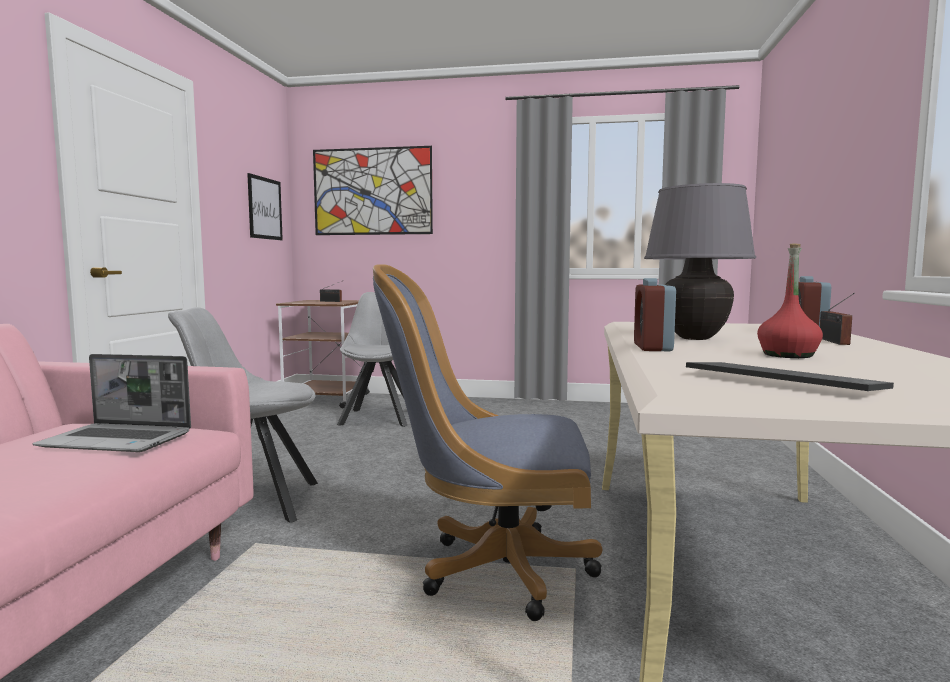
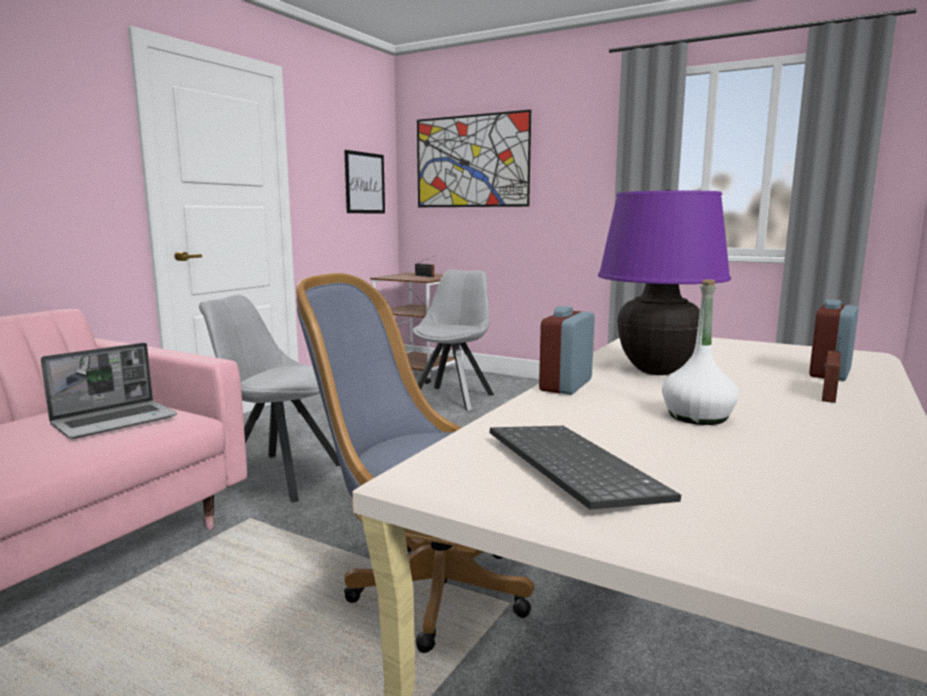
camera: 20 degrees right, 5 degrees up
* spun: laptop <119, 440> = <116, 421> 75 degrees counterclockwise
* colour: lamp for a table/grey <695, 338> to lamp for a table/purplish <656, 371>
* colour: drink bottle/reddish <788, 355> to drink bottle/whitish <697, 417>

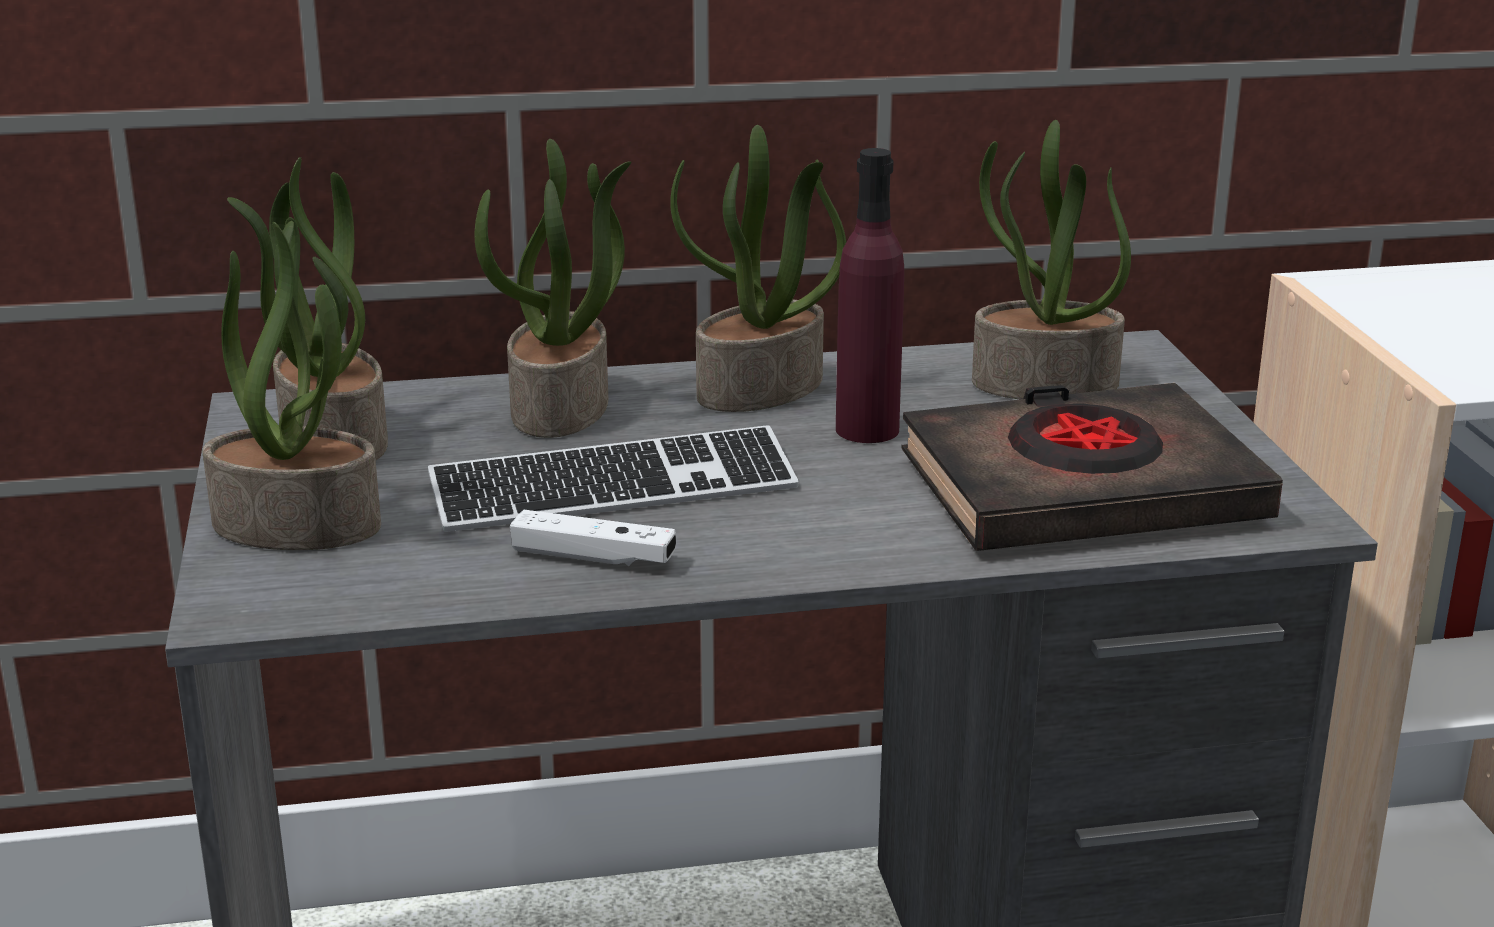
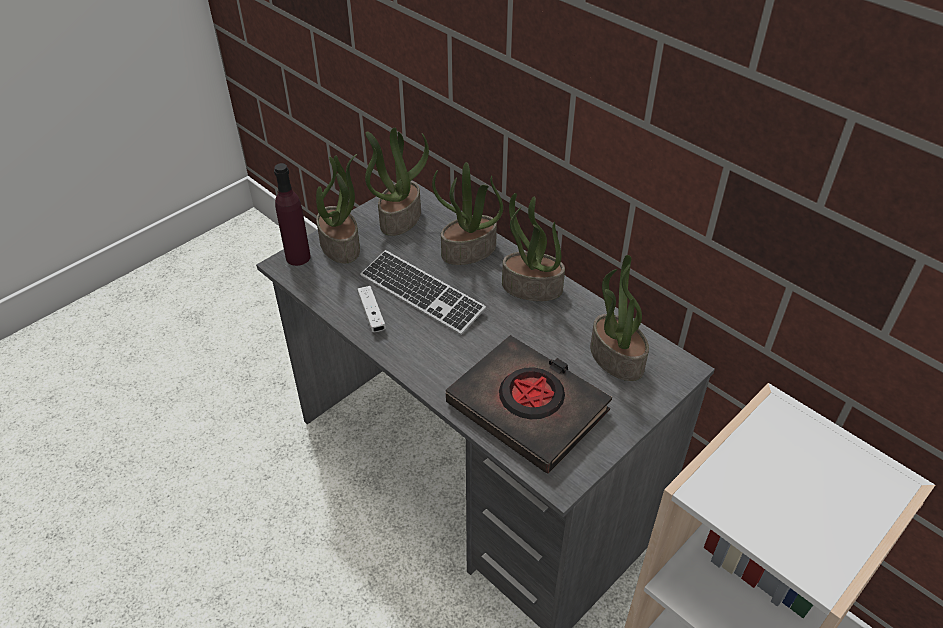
camera: 55 degrees right, 20 degrees up
* relocated: drink bottle/purplish <867, 429> to <298, 257>

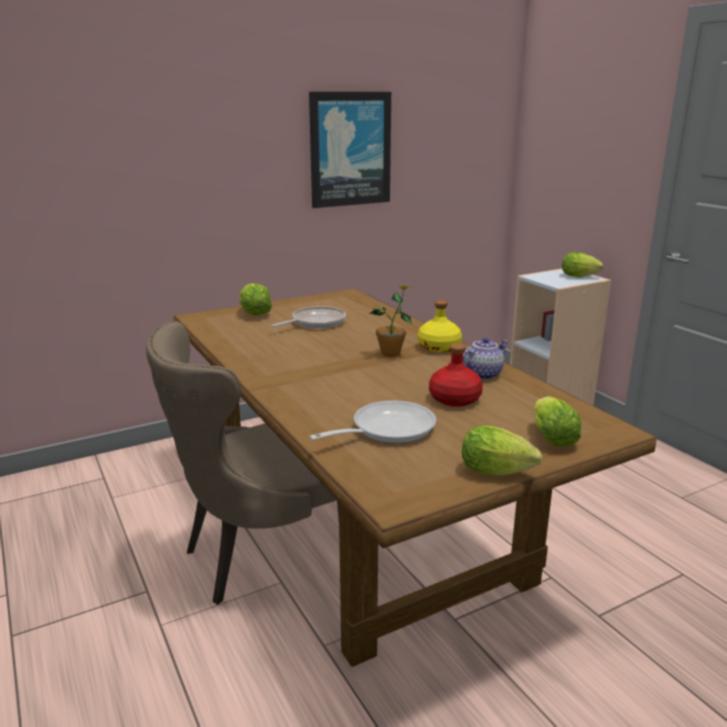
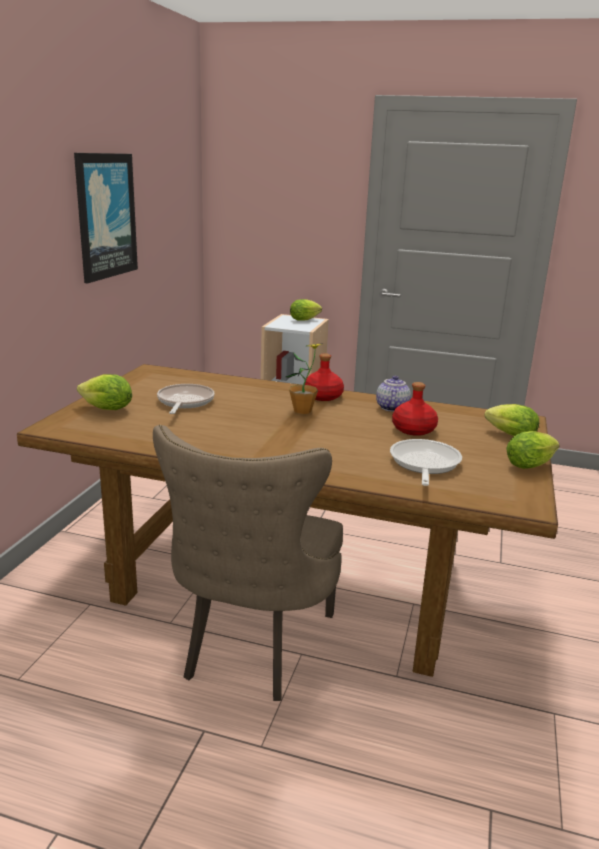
camera: 45 degrees left, 0 degrees up
* colour: drink bottle/yellow <438, 347> to drink bottle/reddish <323, 396>

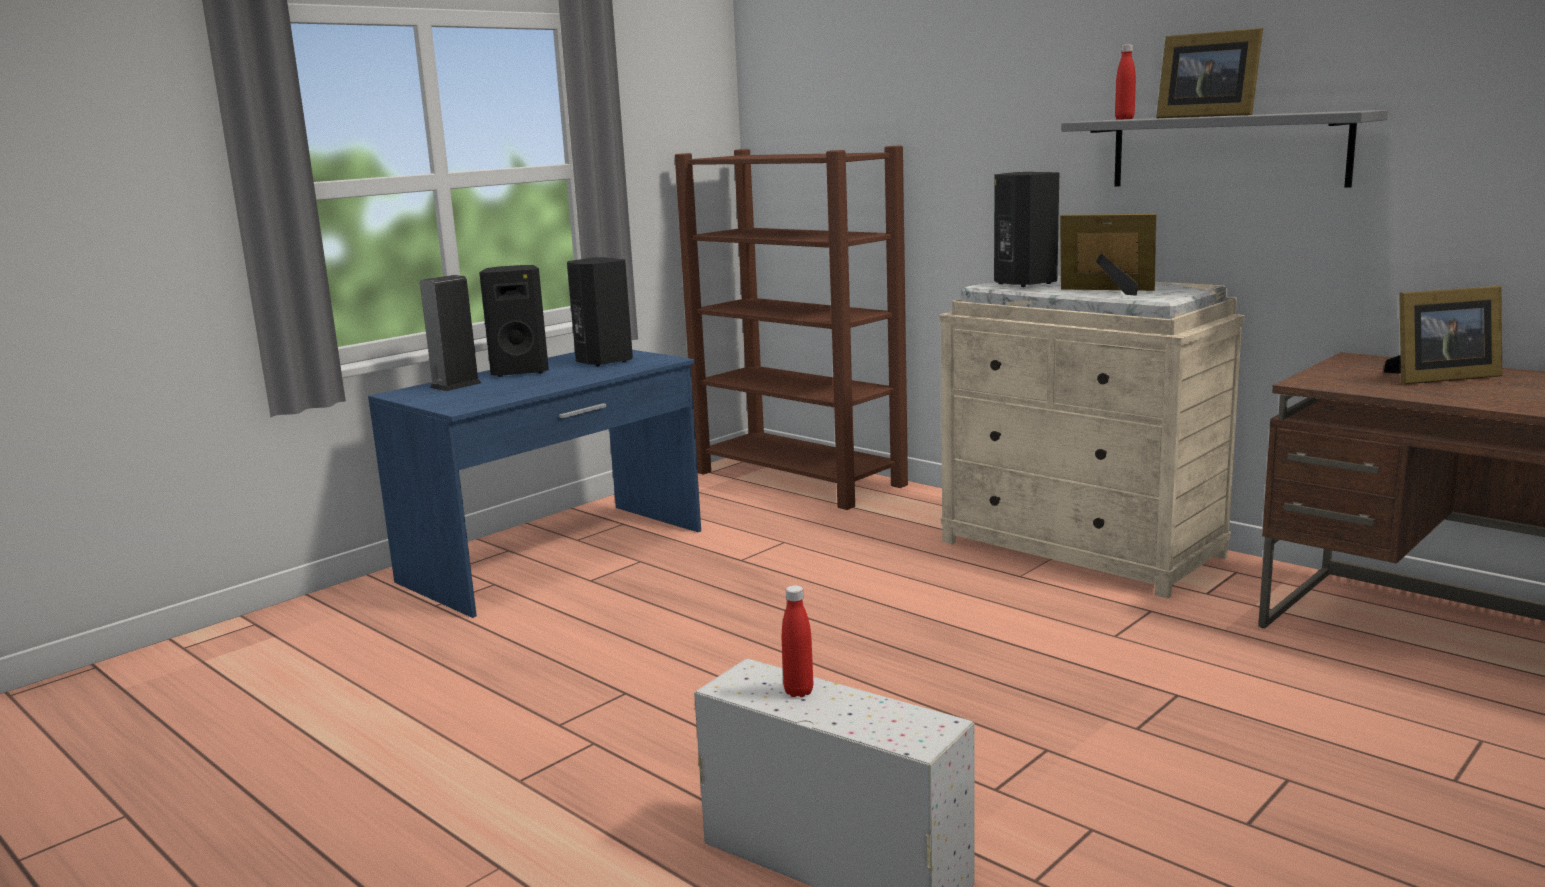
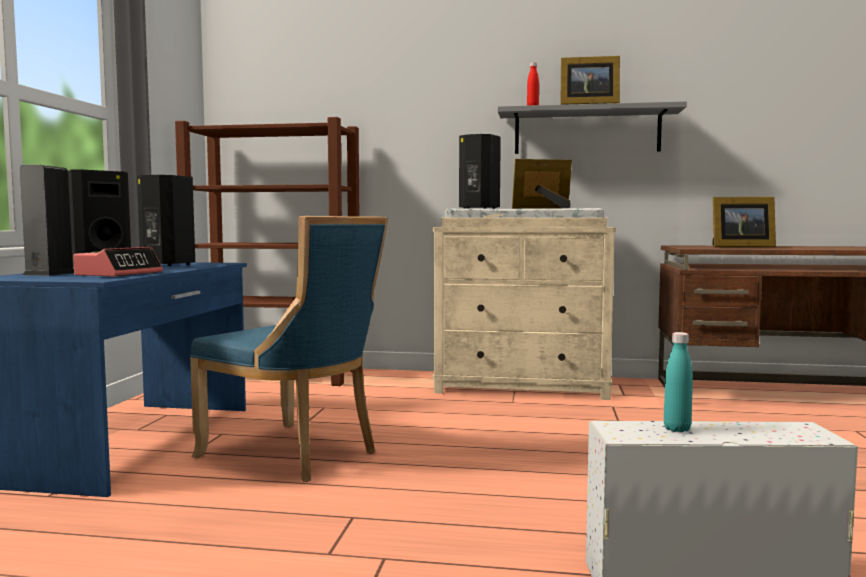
camera: 35 degrees left, 10 degrees down
* appeared: alarm clock <119, 274>
* appeared: plain chair/blue <295, 454>
* colour: drink bottle/reddish <798, 692> to drink bottle/turquoise-coloured <677, 429>
* spun: photo frame <1438, 378> = <739, 246> 45 degrees clockwise

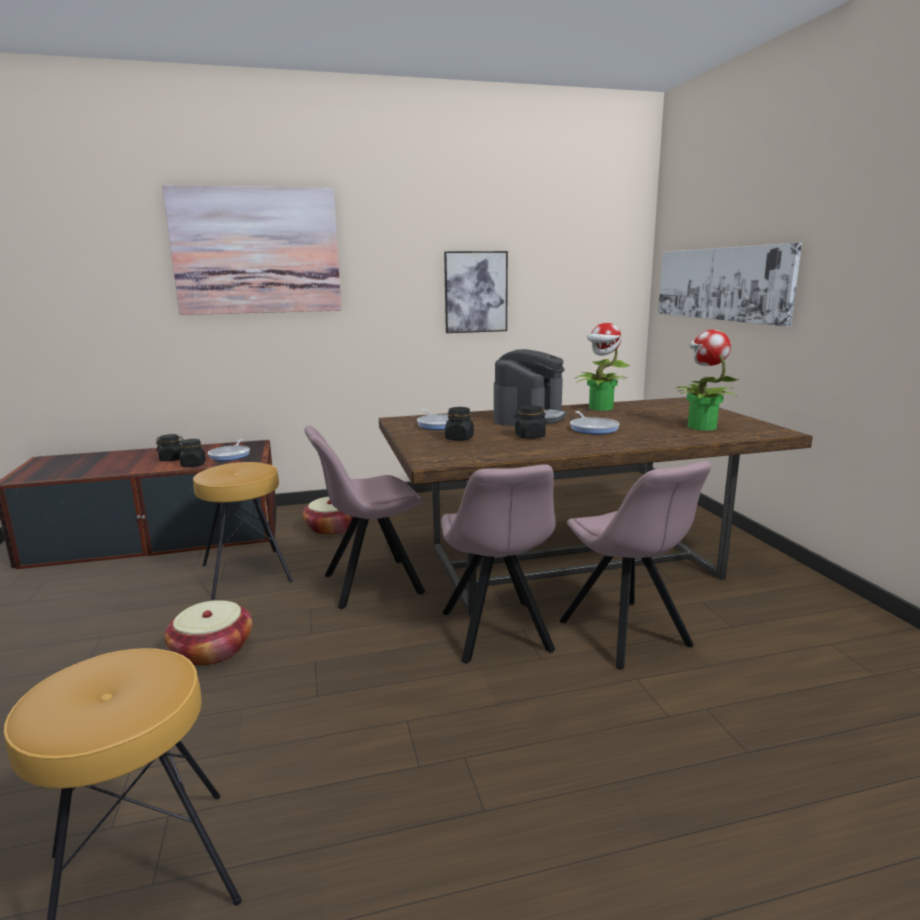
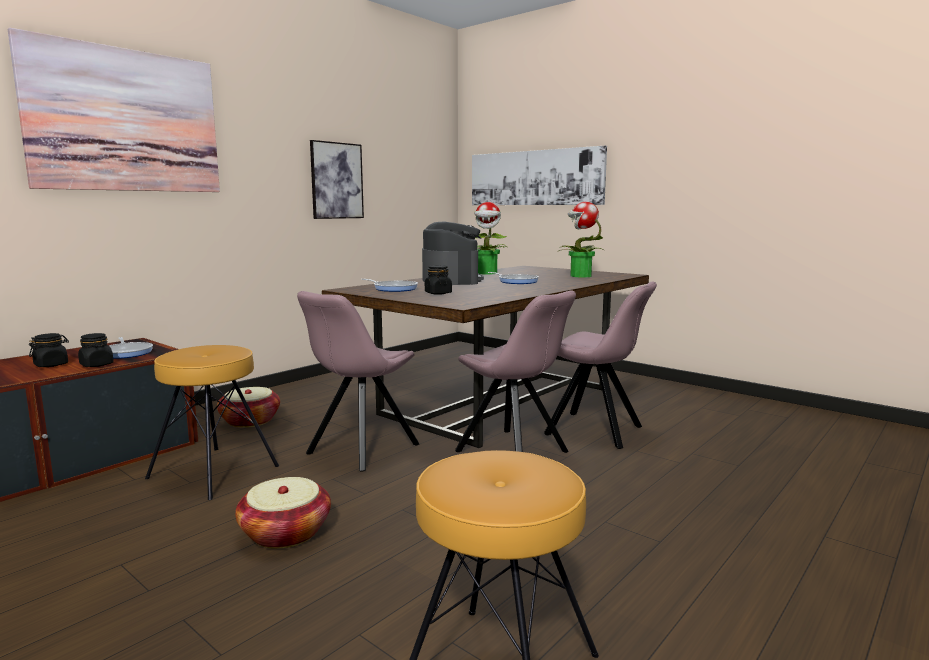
camera: 35 degrees left, 5 degrees down
* missing: storage jar/blackish <529, 436>

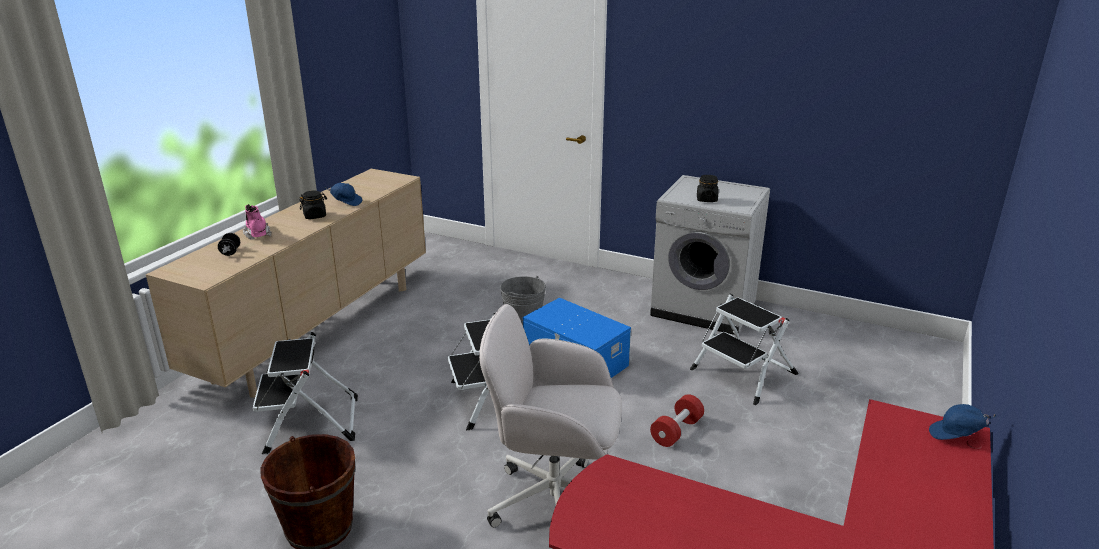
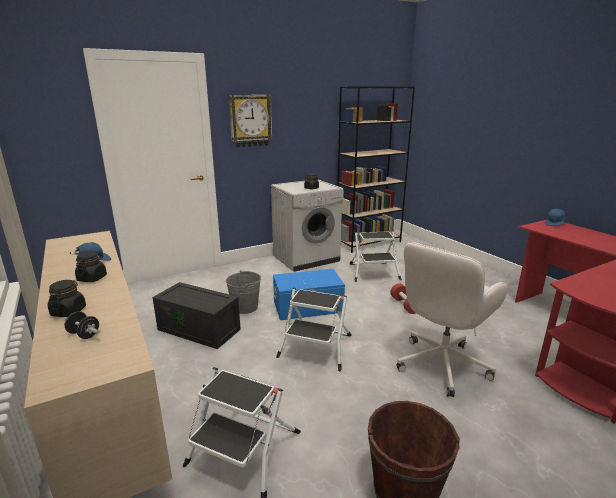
camera: 55 degrees left, 5 degrees down
* exchanged: high-top boot/pink <257, 233> to storage jar/blackish <68, 311>
* appeared: storage bin/blackish <200, 329>
* appeared: wall clock <250, 121>
* appeared: shelving unit/beige <368, 242>

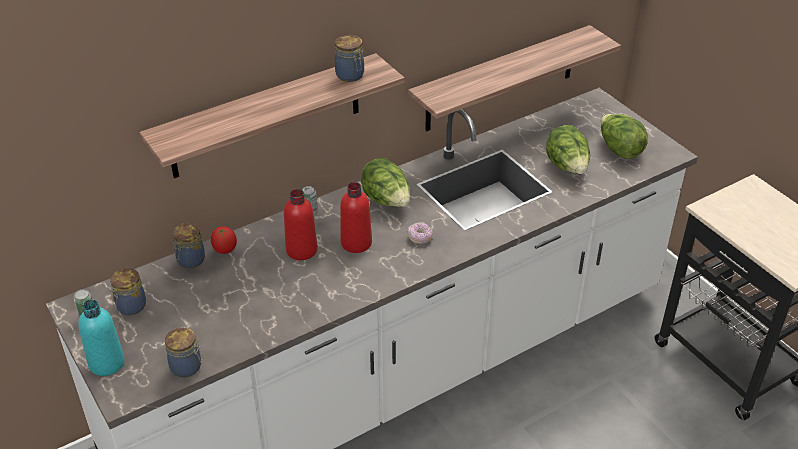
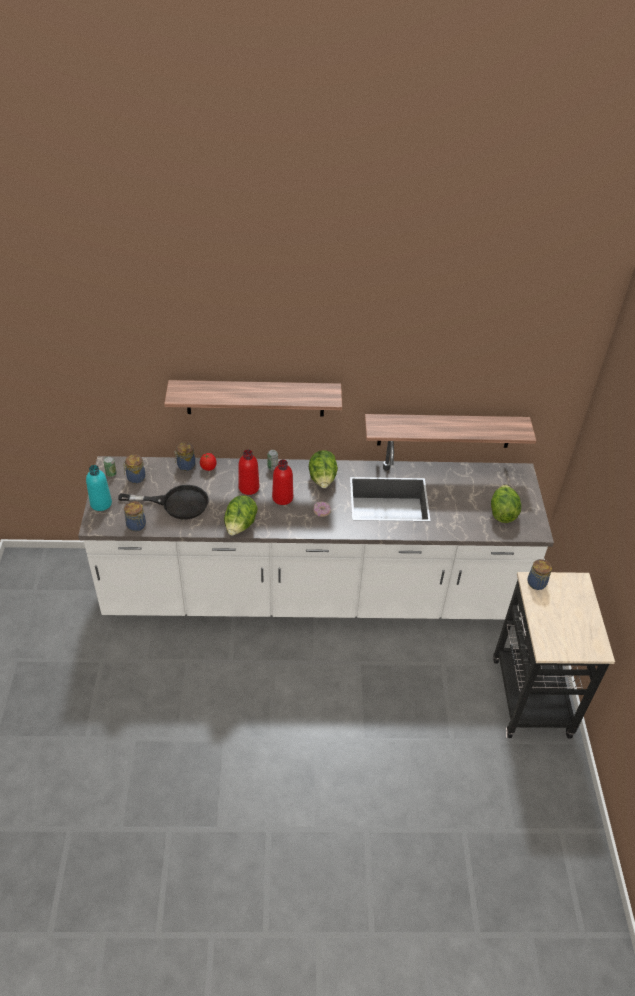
camera: 30 degrees right, 5 degrees up
* appeared: pan/blackish <176, 503>
* relocated: head of lettuce <567, 167> to <240, 526>
* relocated: storage jar <350, 76> to <536, 584>

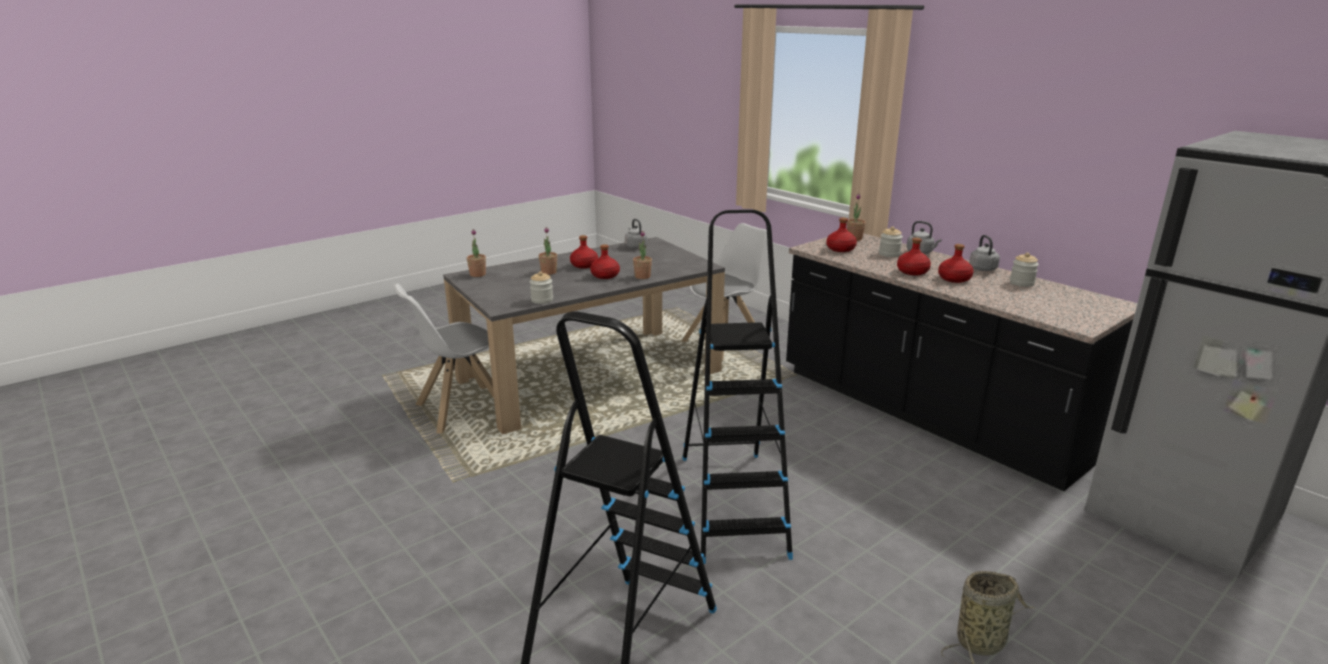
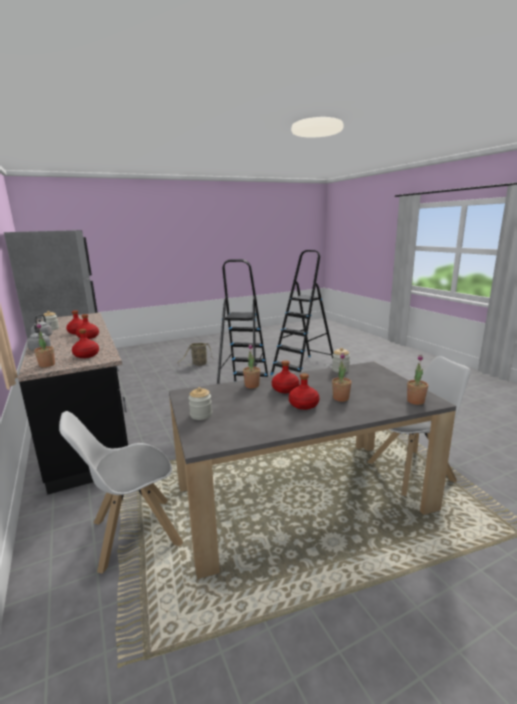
camera: 165 degrees left, 5 degrees down
* relocated: storage jar <889, 254> to <201, 415>
* missing: kettle/grey <635, 246>

